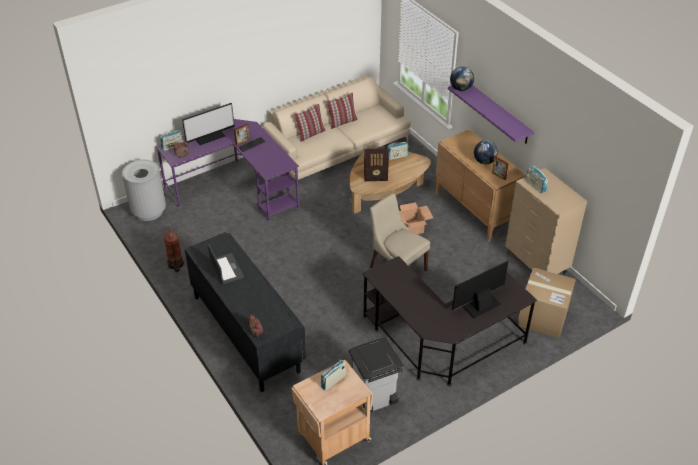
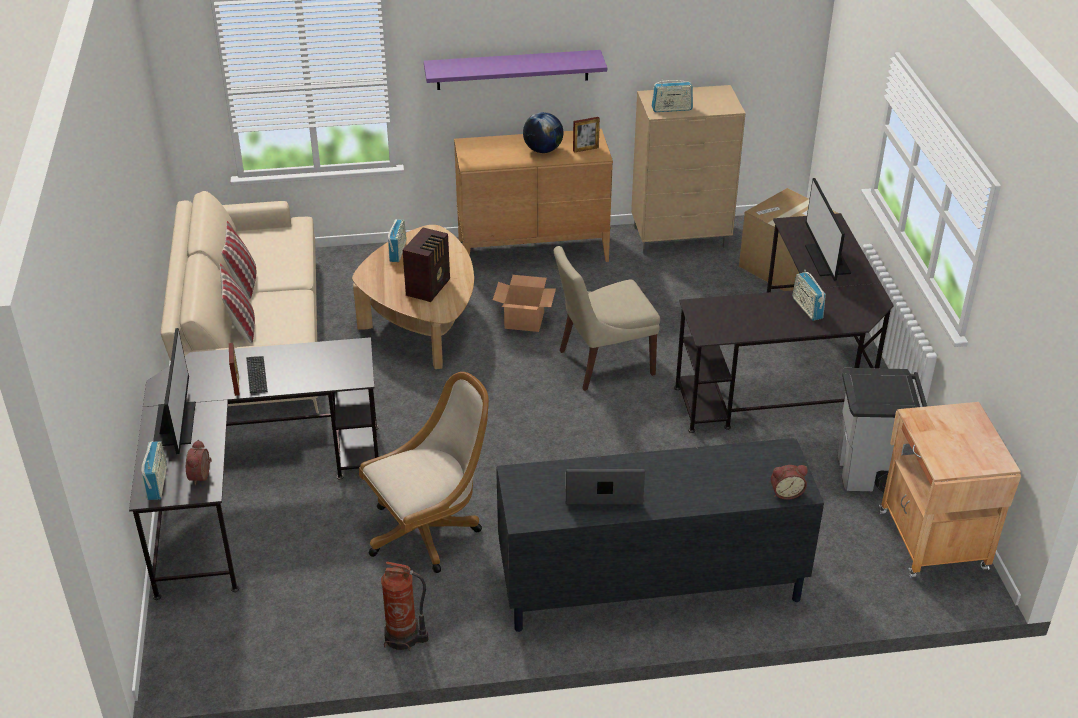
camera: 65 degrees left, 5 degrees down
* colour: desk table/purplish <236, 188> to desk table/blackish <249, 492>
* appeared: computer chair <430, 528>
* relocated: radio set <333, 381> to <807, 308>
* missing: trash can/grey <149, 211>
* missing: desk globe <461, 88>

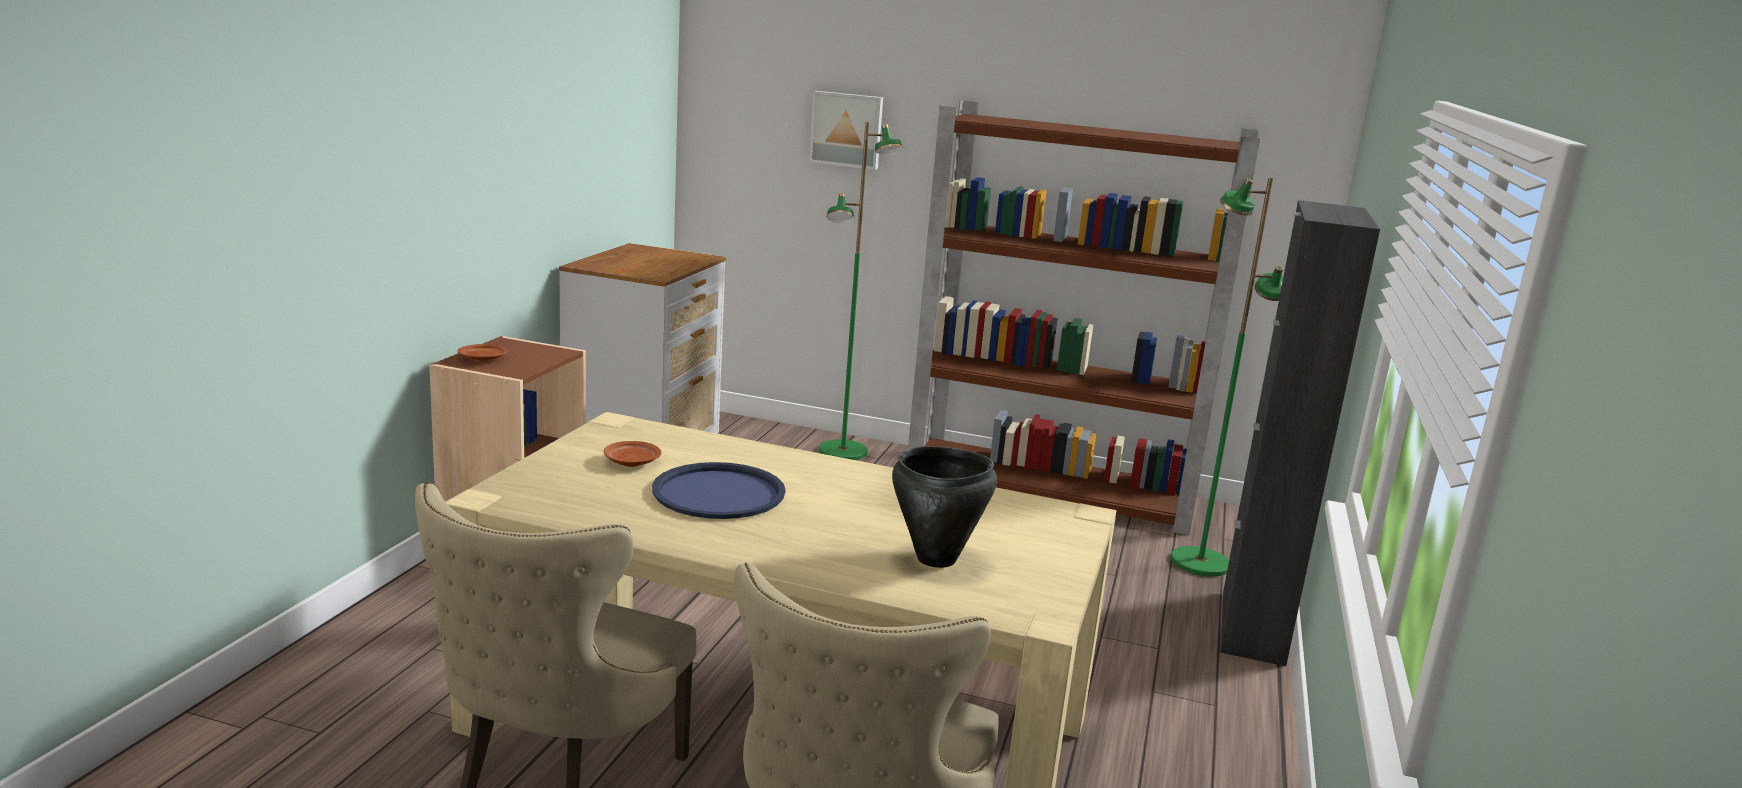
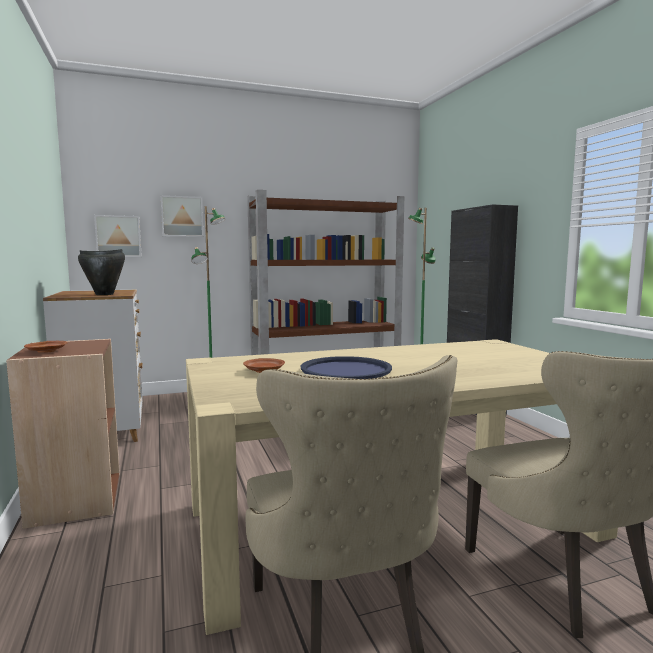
camera: 35 degrees left, 10 degrees down
* relocated: saucepot/blackish <937, 559> to <104, 294>
* appeared: picture <118, 236>

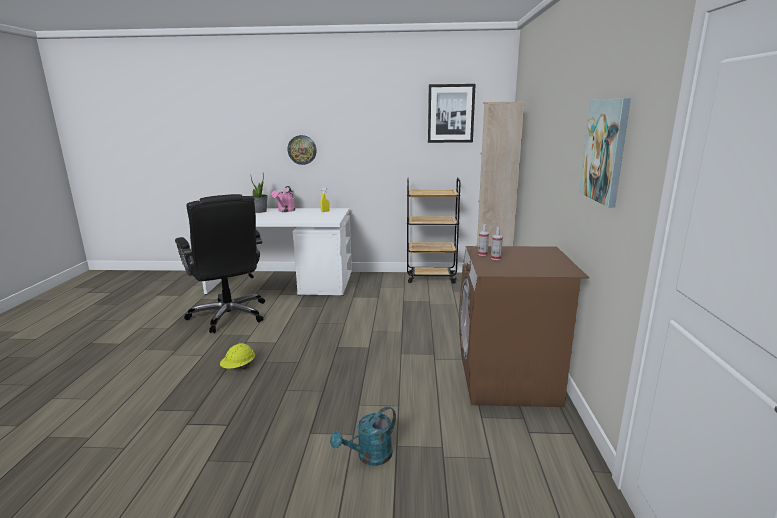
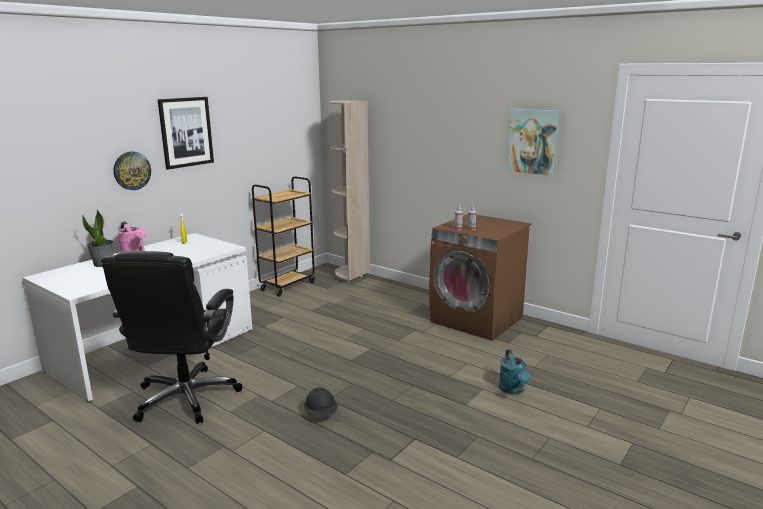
camera: 55 degrees left, 0 degrees up
* spun: computer chair/blackish <229, 315> = <186, 397> 90 degrees clockwise
* relocated: picture <451, 113> to <186, 132>
* colour: safety helmet/yellow <239, 367> to safety helmet/blackish <321, 414>

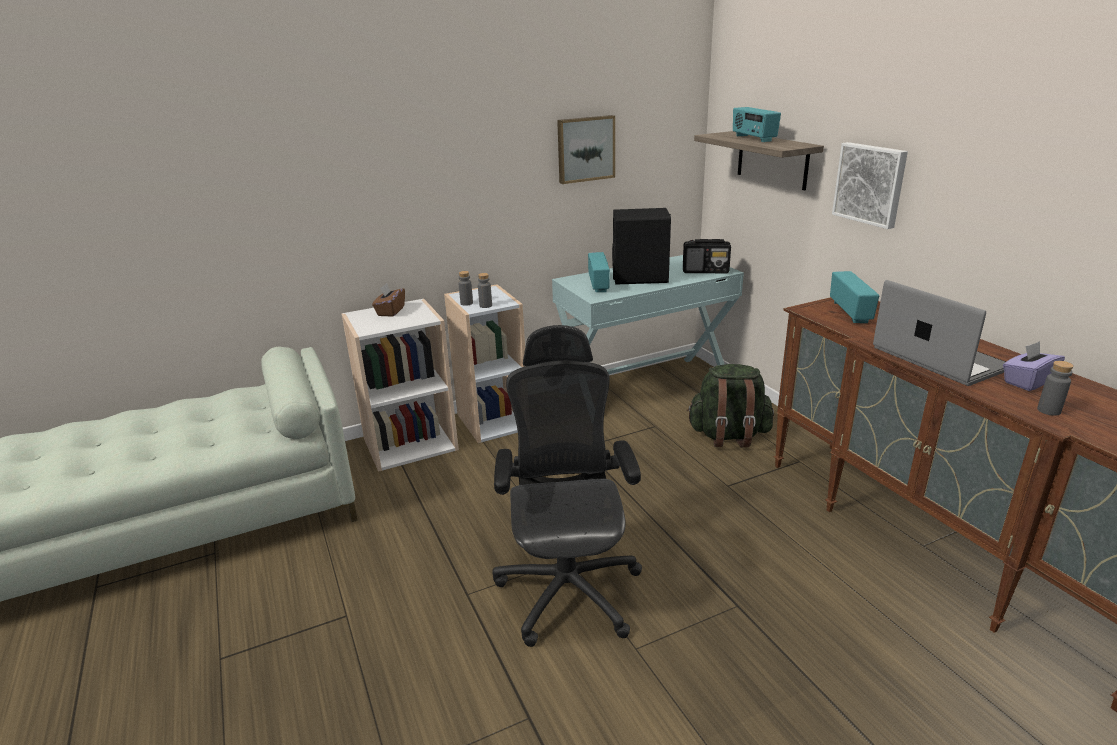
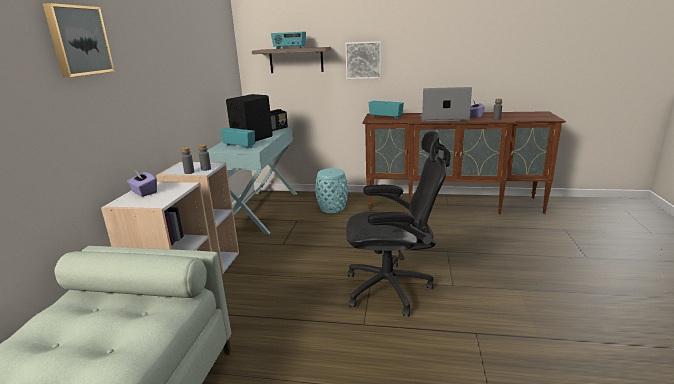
camera: 55 degrees left, 5 degrees down
* relocated: picture <585, 149> to <78, 40>
* colour: box of tissues/brownish <390, 311> to box of tissues/purplish <144, 192>
* exchanged: backpack/greenish <728, 435> to stool seat/turquoise-coloured <332, 208>
* spun: computer chair <569, 587> = <392, 288> 150 degrees clockwise

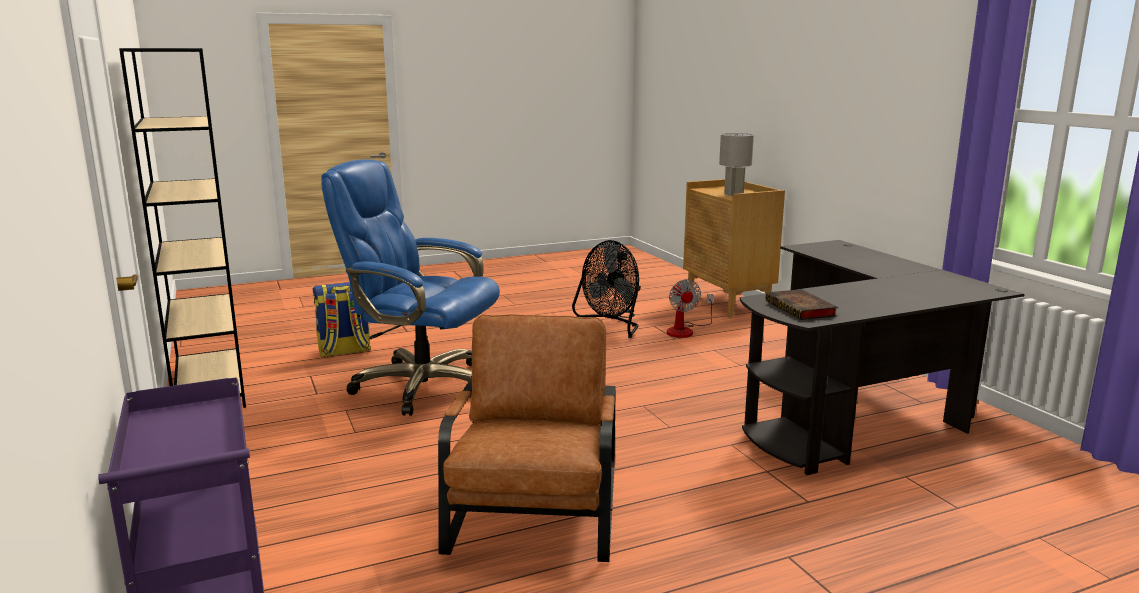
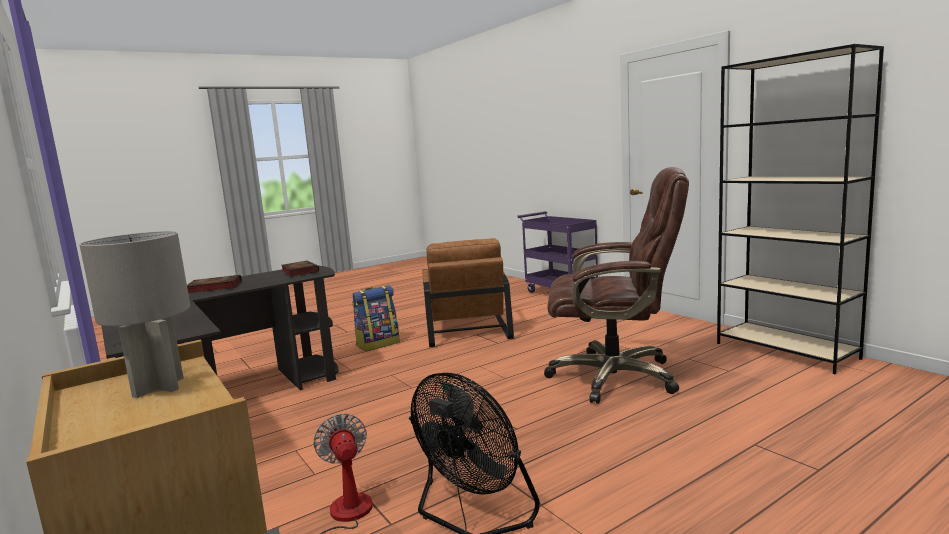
camera: 170 degrees right, 5 degrees down
* appeared: volume <213, 287>
* relocated: backpack <344, 351> to <378, 344>
* colour: computer chair/blue <423, 386> to computer chair/brownish <613, 377>

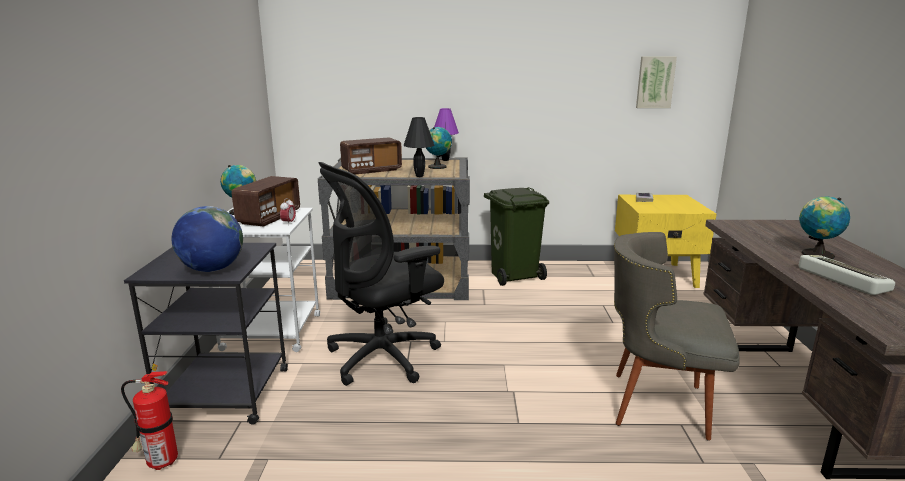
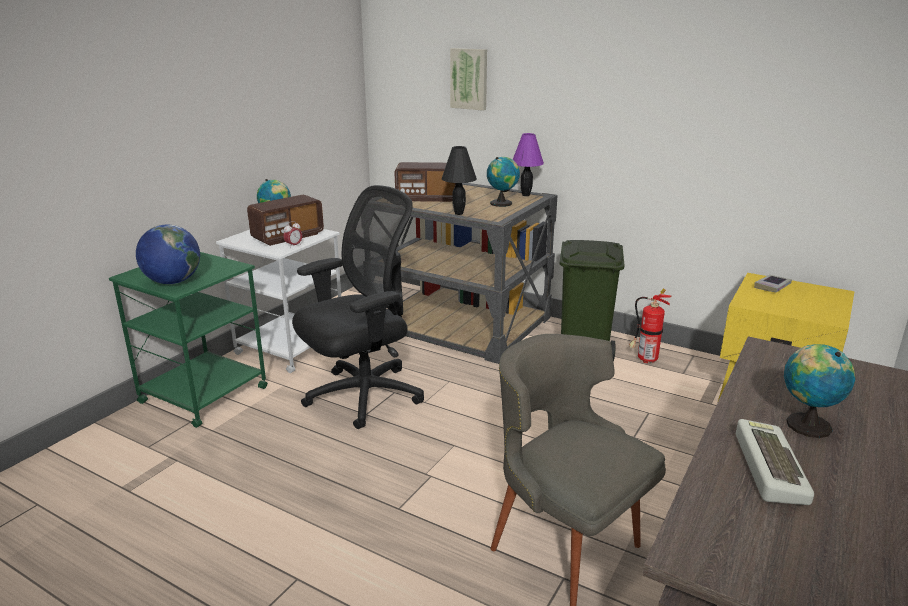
camera: 30 degrees right, 5 degrees up
* colour: wheeled cart/blackish <227, 392> to wheeled cart/greenish <205, 393>
* spun: computer chair/blackish <387, 354> = <359, 399> 150 degrees clockwise
* relocated: picture <655, 82> to <469, 79>
* relocated: extinguisher <159, 463> to <644, 359>

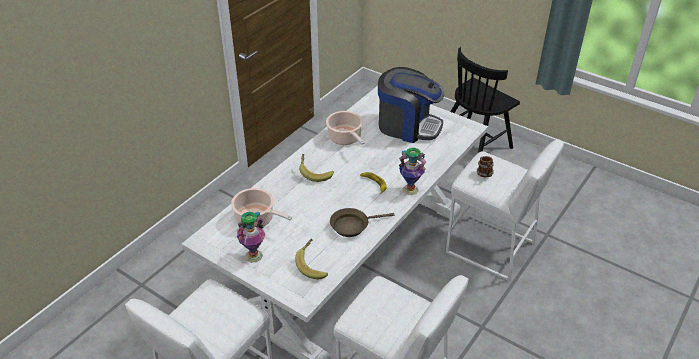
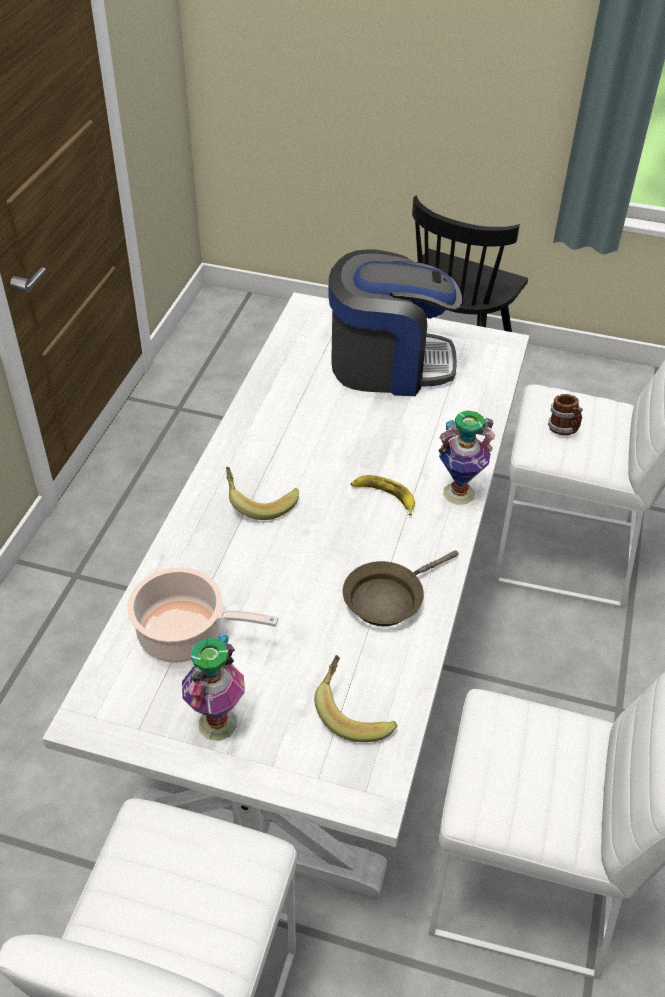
camera: 20 degrees left, 5 degrees up
* missing: saucepot <345, 138>

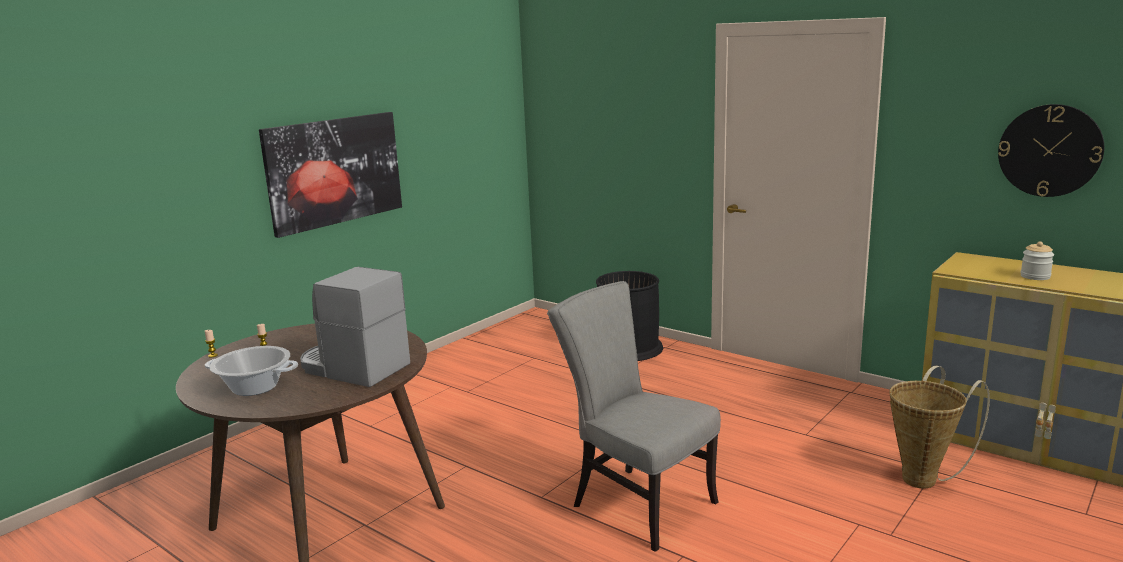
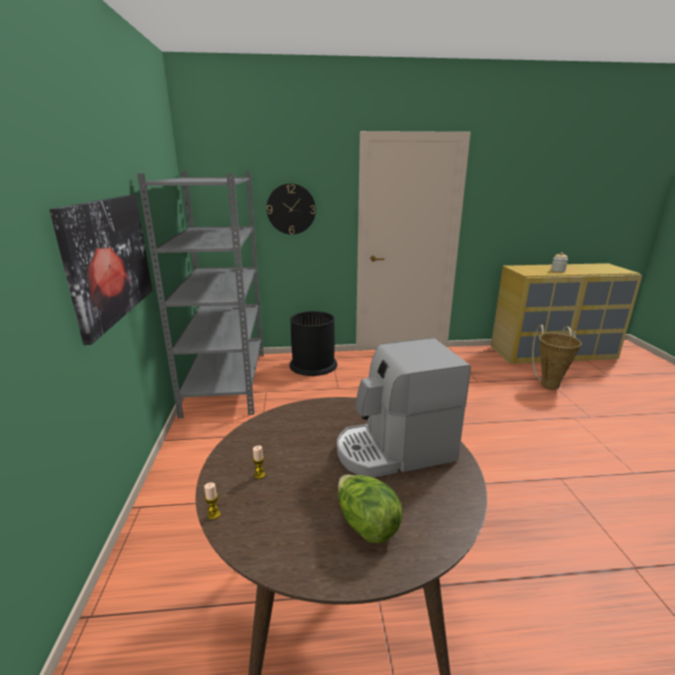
camera: 45 degrees left, 5 degrees up
* appeared: shelving unit/grey <227, 382>
* relocated: wall clock <1049, 150> to <291, 209>
* exchanged: saucepot <254, 388> to head of lettuce <366, 524>
* missing: plain chair/grey <635, 502>

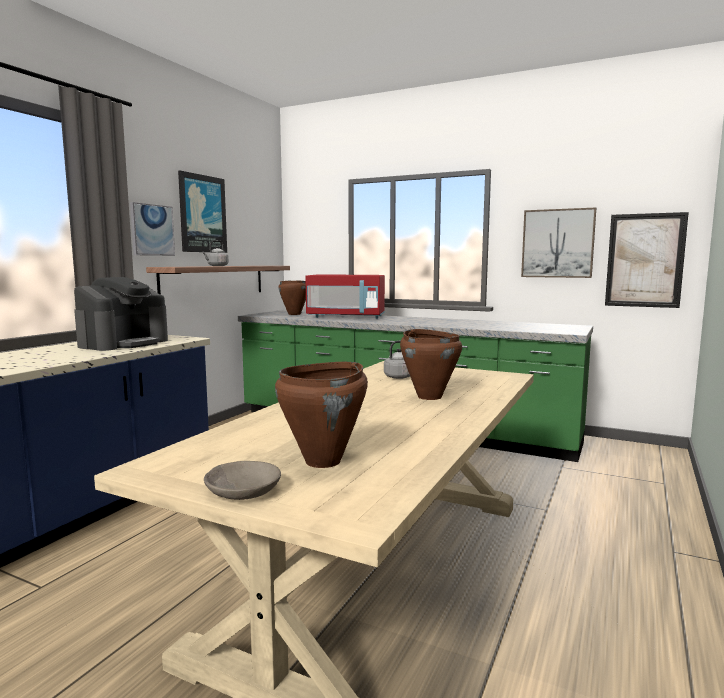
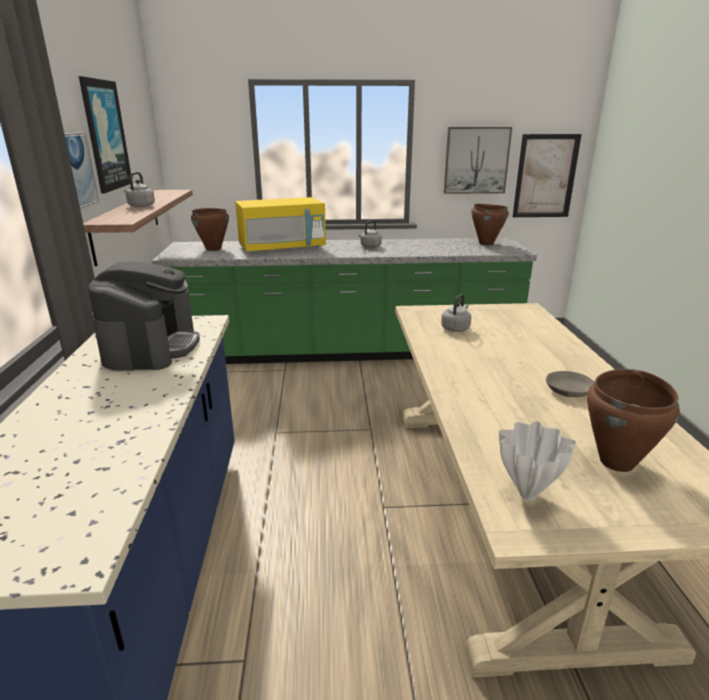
camera: 30 degrees left, 15 degrees up
* colour: microwave oven/reddish <346, 317> to microwave oven/yellow <282, 248>
* appeared: kettle/grey <370, 247>
* relocated: saucepot/brownish <429, 396> to <486, 243>
* appeared: decorative vase/whitish <528, 494>
* relocated: bowl/grey <242, 490> to <567, 391>

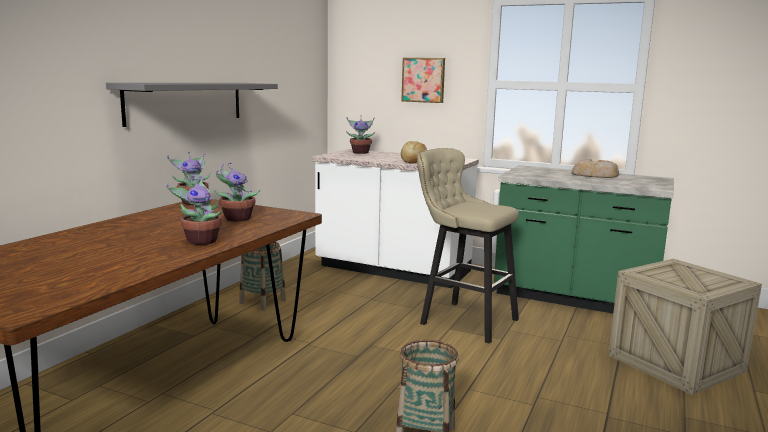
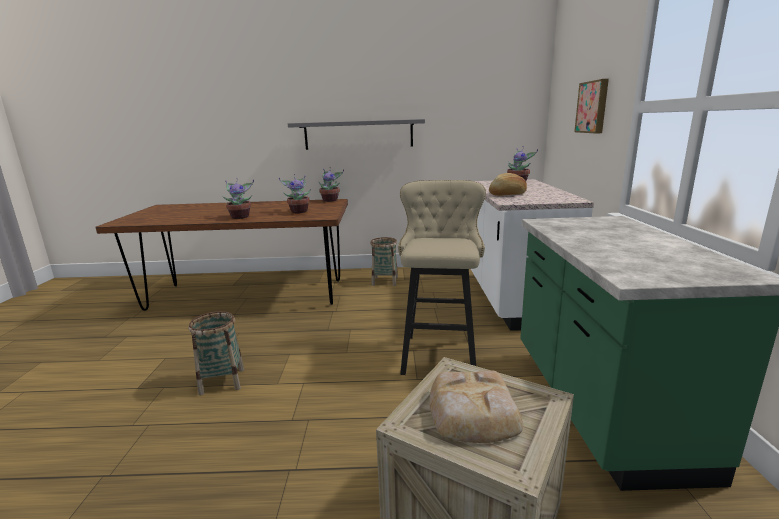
camera: 65 degrees right, 5 degrees up
* relocated: bakery bread <595, 174> to <472, 412>

